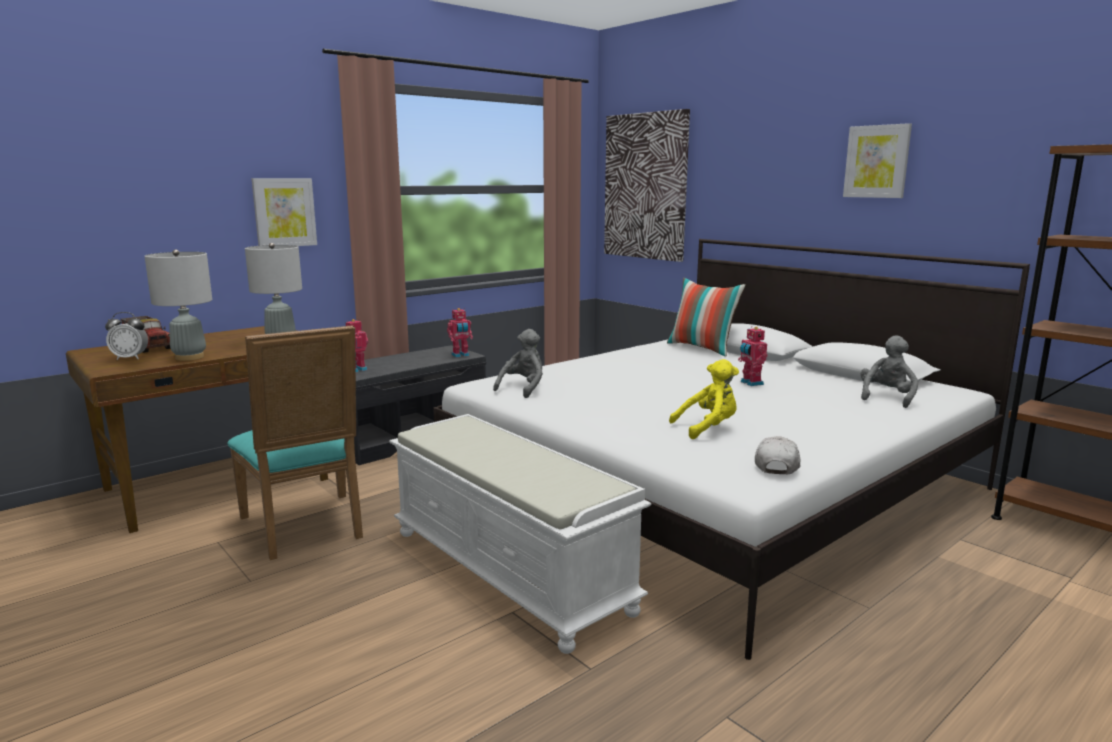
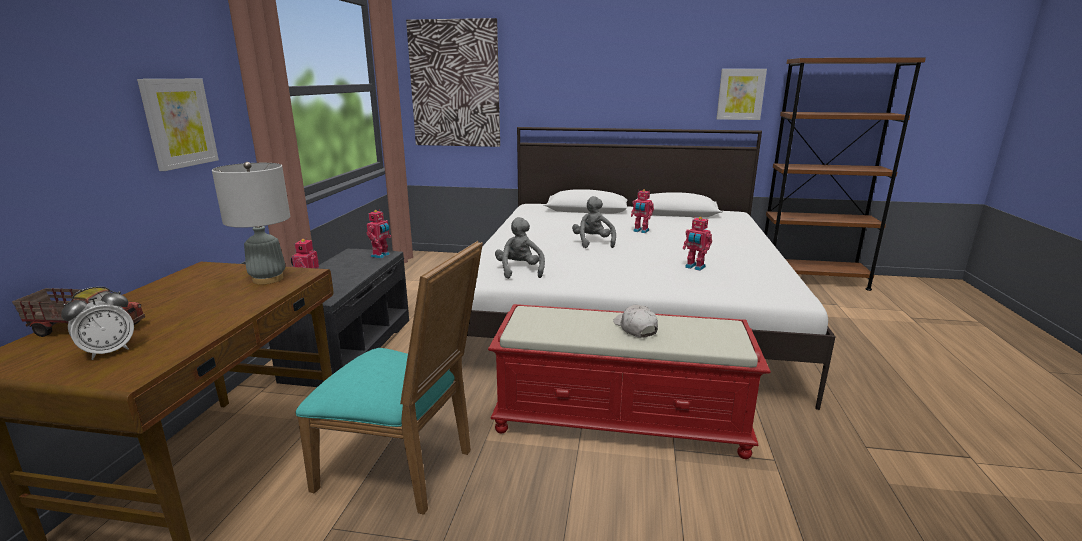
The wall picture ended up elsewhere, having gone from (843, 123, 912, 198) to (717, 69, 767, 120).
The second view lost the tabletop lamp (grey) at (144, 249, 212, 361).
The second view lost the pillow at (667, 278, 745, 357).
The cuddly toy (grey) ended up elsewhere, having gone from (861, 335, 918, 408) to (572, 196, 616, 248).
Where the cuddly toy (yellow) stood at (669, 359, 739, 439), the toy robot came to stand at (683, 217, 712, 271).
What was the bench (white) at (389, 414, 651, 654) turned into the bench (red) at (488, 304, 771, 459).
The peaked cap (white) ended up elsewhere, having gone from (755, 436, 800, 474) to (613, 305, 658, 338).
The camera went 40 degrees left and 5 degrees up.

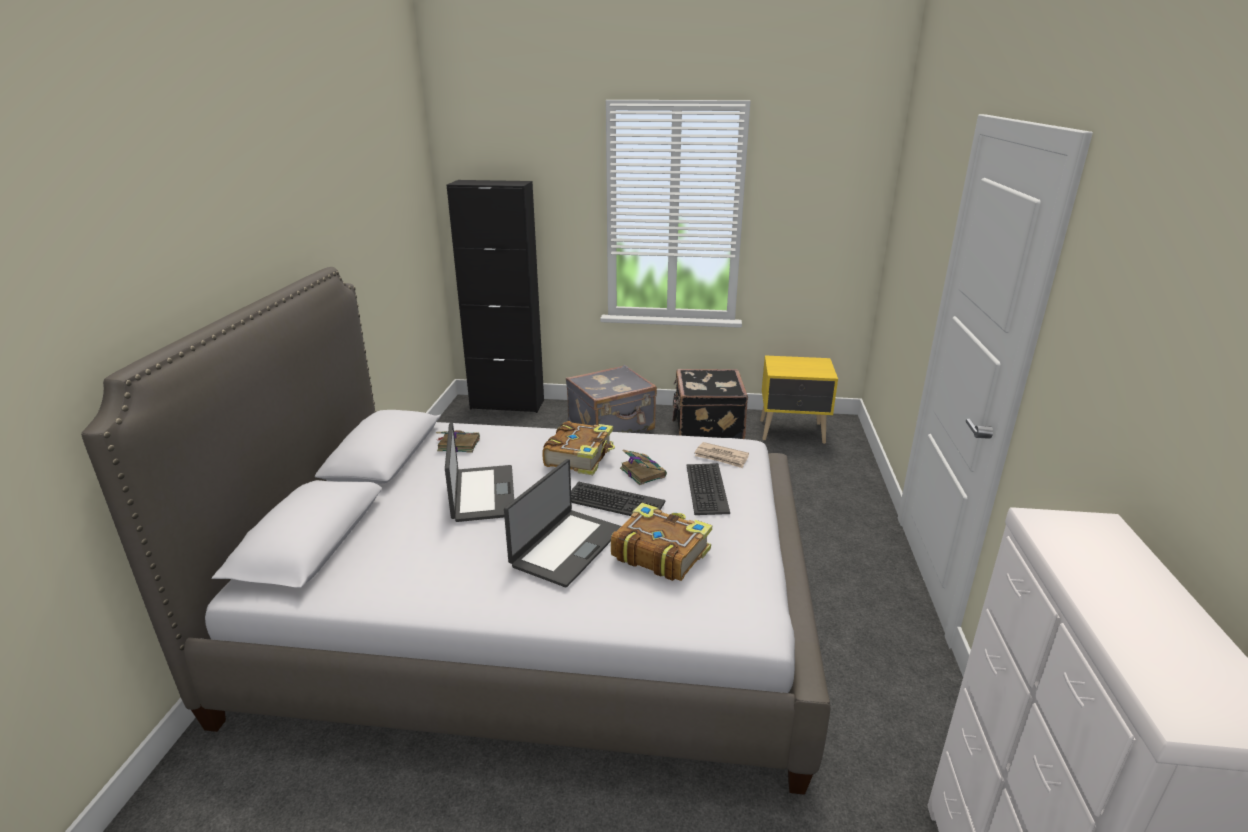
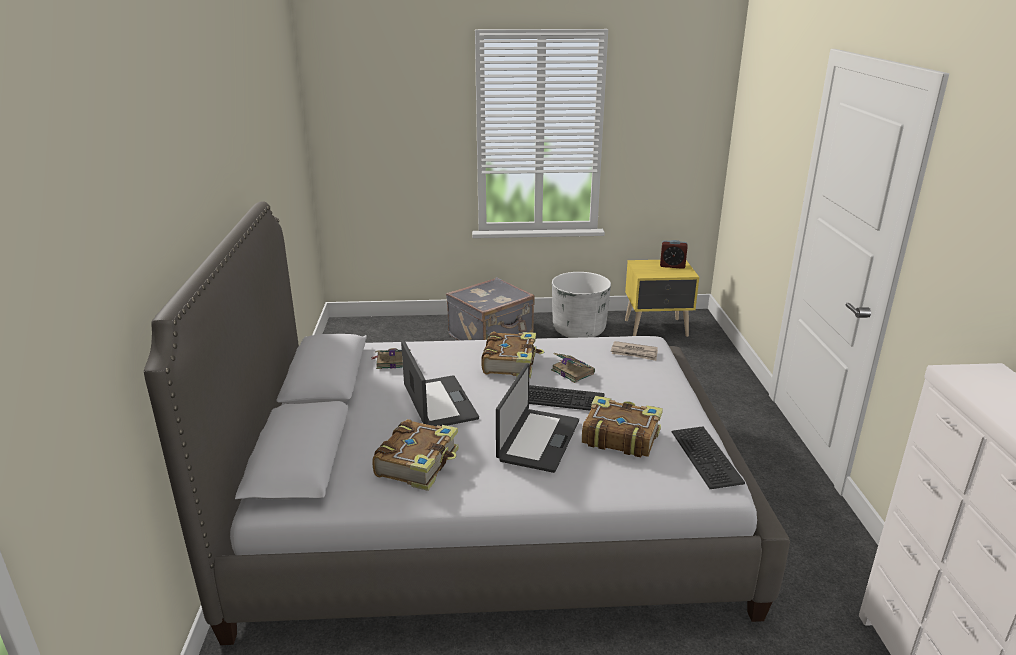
The second view lost the storage cabinet (blackish) at (447, 180, 544, 413).
Where the piece of luggage (blackish) stood at (672, 369, 748, 439), the flower pot (white) came to stand at (552, 272, 611, 338).
The computer keyboard ended up elsewhere, having gone from (686, 463, 730, 515) to (672, 426, 745, 489).
The second view gained the alarm clock at (660, 240, 688, 269).
The second view gained the volume at (372, 419, 459, 491).
The camera went 10 degrees left and 0 degrees up.

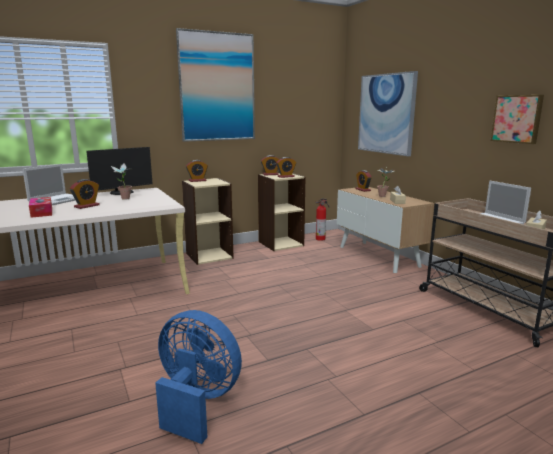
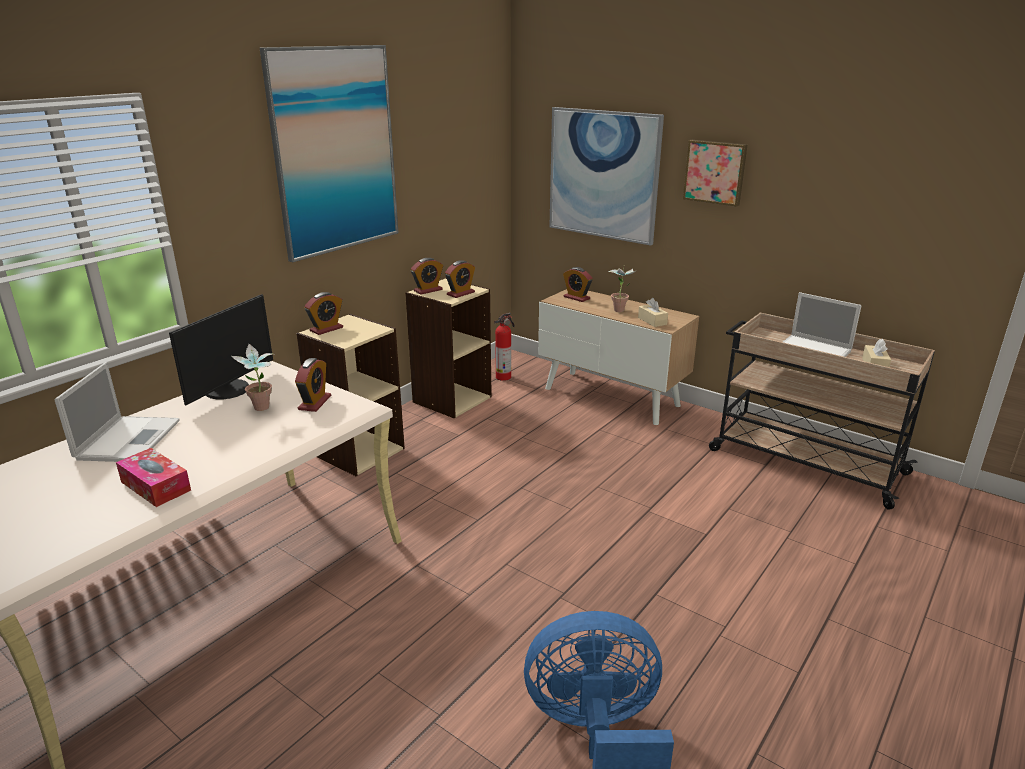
The wall picture ended up elsewhere, having gone from (491, 95, 544, 144) to (683, 140, 747, 207).
The alarm clock ended up elsewhere, having gone from (70, 179, 100, 209) to (295, 358, 331, 412).
The camera went 25 degrees left and 10 degrees up.

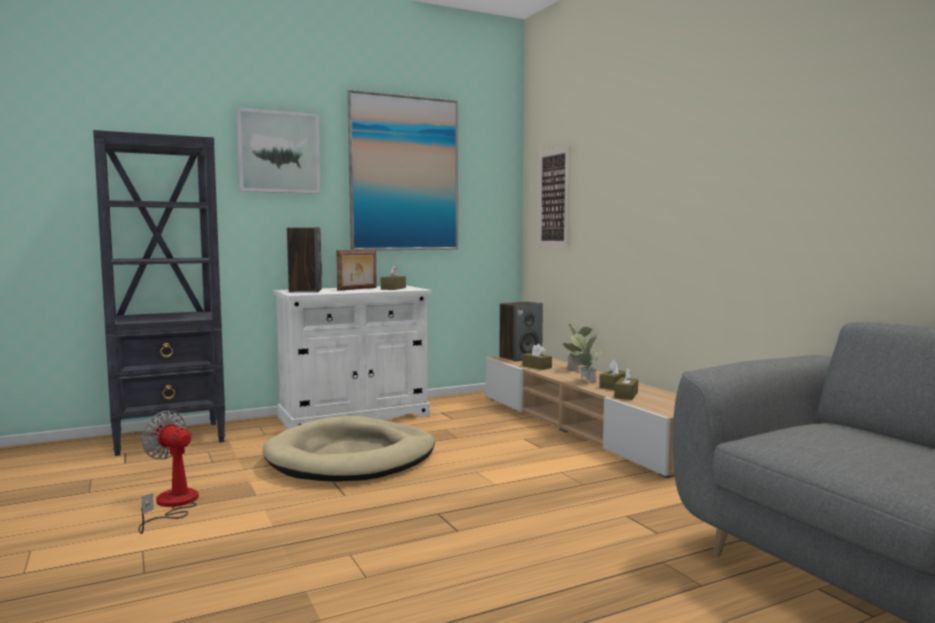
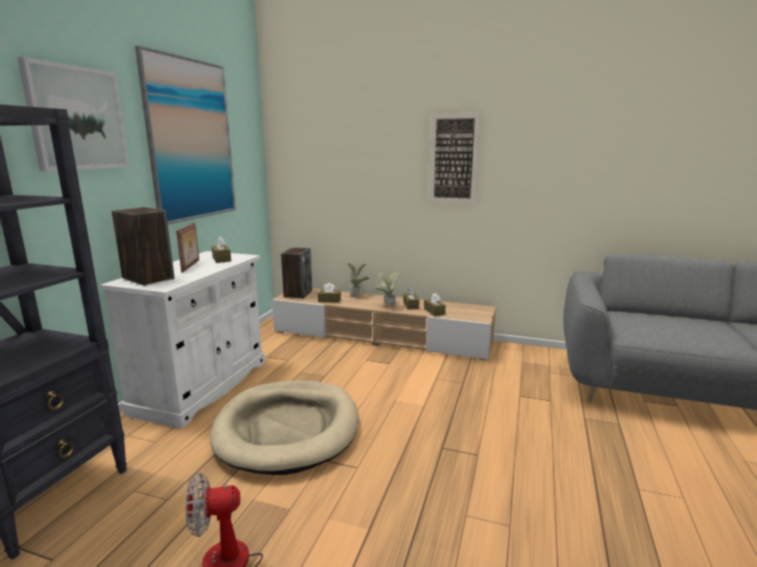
The wall picture ended up elsewhere, having gone from (537, 146, 570, 247) to (428, 112, 481, 204).
The camera went 45 degrees left and 10 degrees up.

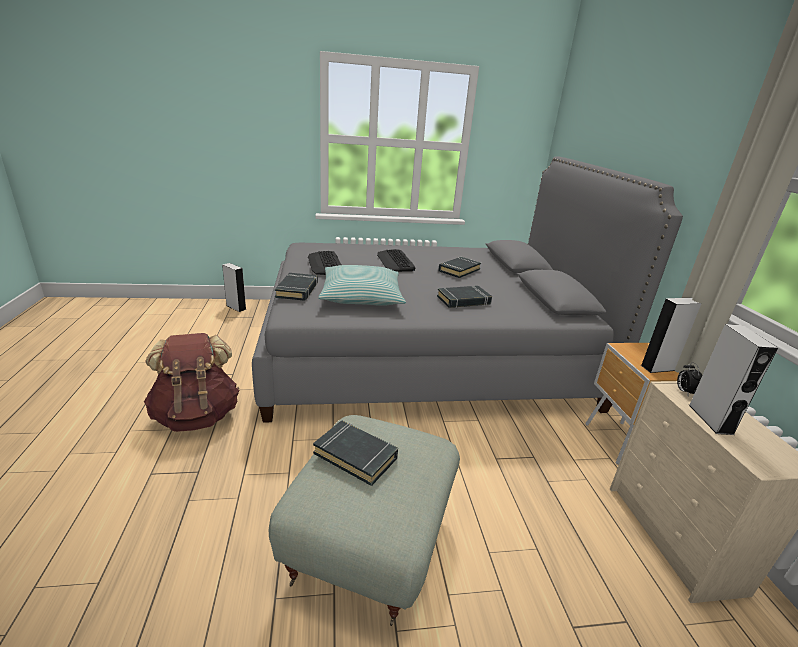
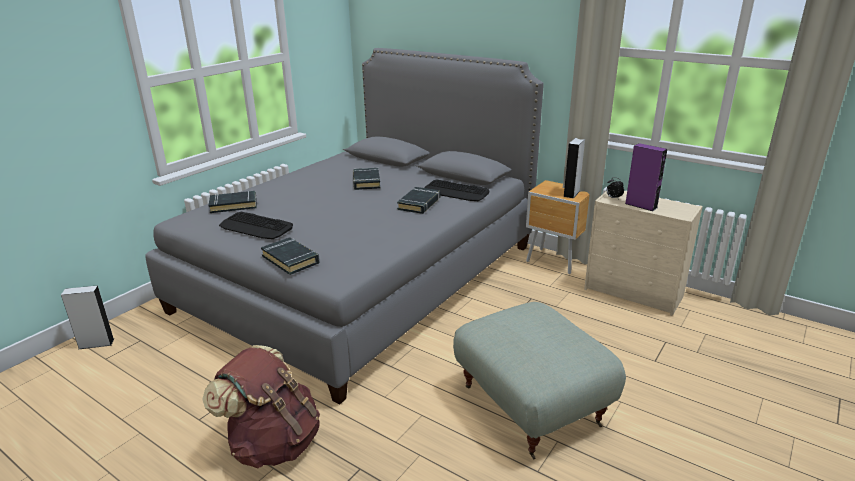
The computer keyboard ended up elsewhere, having gone from (377, 249, 416, 272) to (424, 180, 489, 201).
The second view lost the pillow at (318, 265, 406, 306).
What was the audio speaker (grey) at (689, 324, 778, 435) turned into the audio speaker (purple) at (625, 143, 667, 211).
The volume (blackish) ended up elsewhere, having gone from (313, 421, 398, 486) to (208, 191, 257, 213).
The camera went 45 degrees left and 0 degrees up.

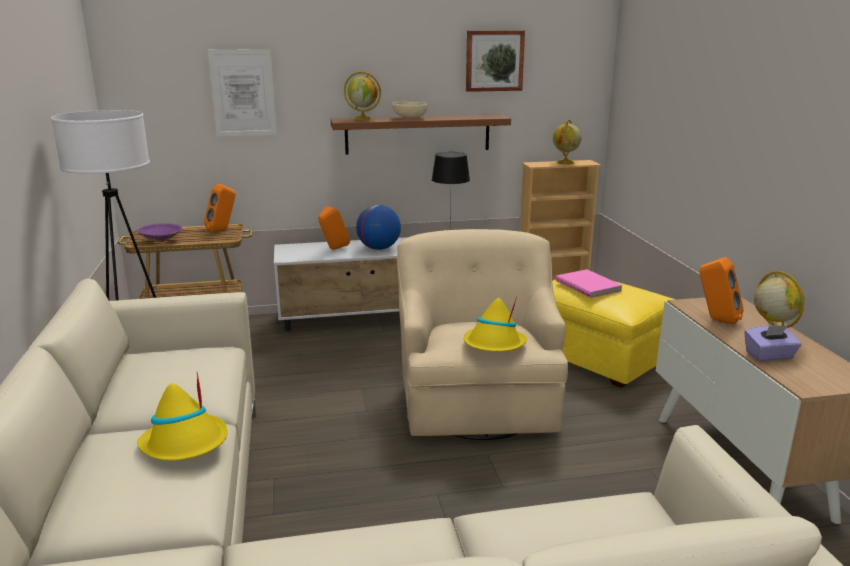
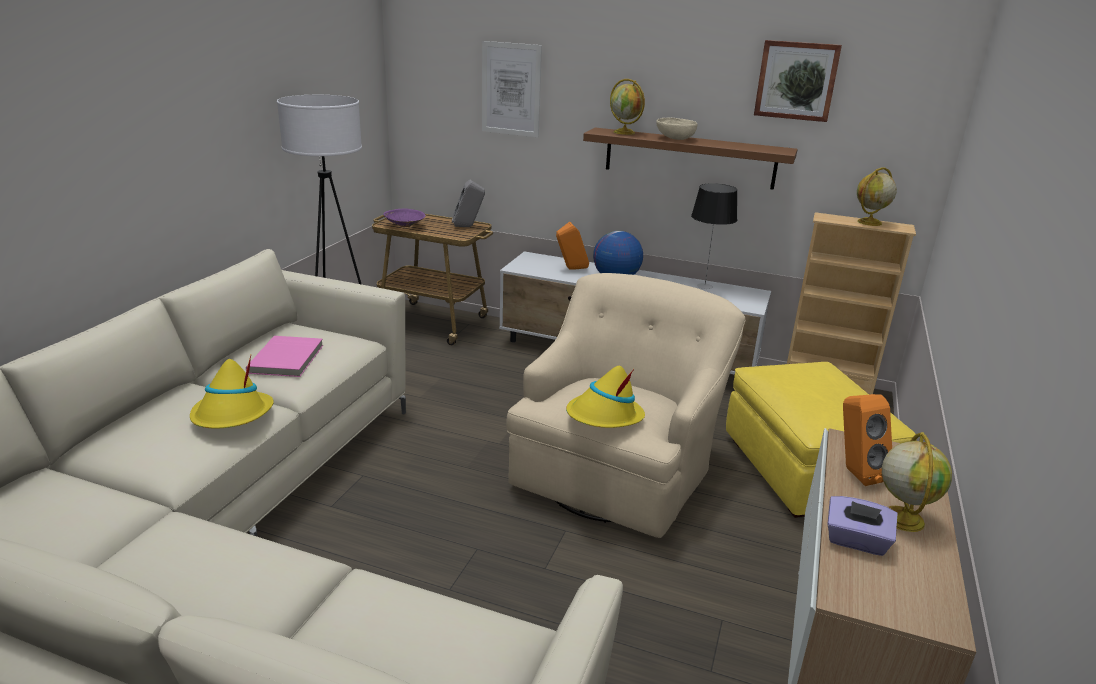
What was the audio speaker (orange-coloured) at (204, 184, 236, 232) turned into the audio speaker (grey) at (452, 180, 485, 227).
The volume (pink-coloured) ended up elsewhere, having gone from (556, 269, 623, 298) to (246, 336, 323, 377).
The camera went 30 degrees right and 5 degrees up.

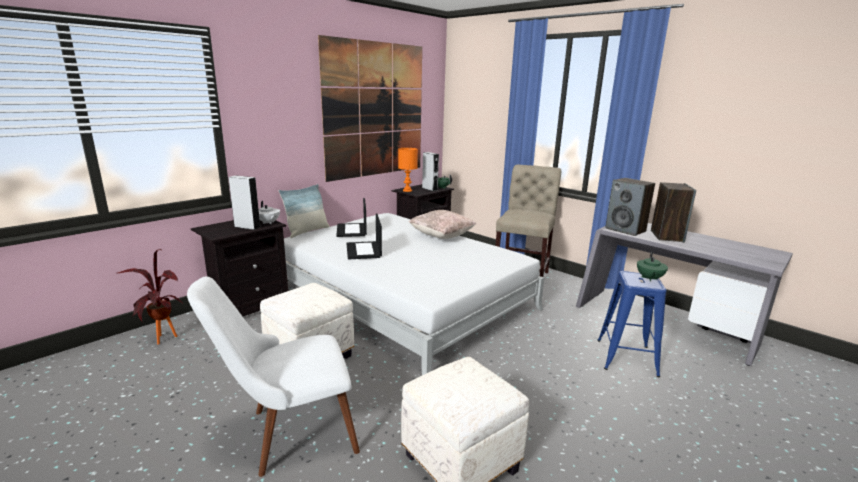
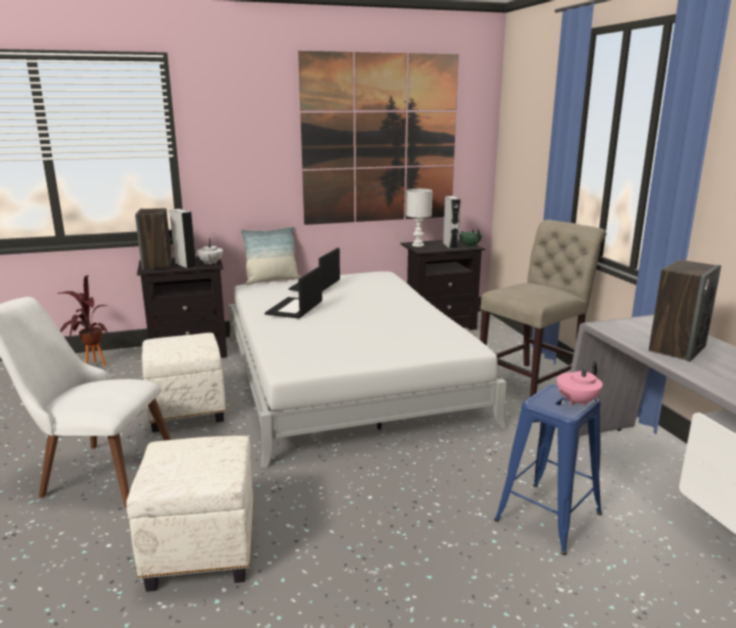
What was the tabletop lamp (orange-coloured) at (398, 148, 418, 192) turned into the tabletop lamp (white) at (406, 189, 433, 247).
The audio speaker ended up elsewhere, having gone from (605, 178, 655, 236) to (135, 208, 172, 270).
The second view lost the pillow (beige-coloured) at (409, 210, 476, 239).
What was the pot for tea (green-coloured) at (637, 251, 668, 281) turned into the pot for tea (pink-coloured) at (557, 361, 603, 406).
The camera went 30 degrees right and 0 degrees up.

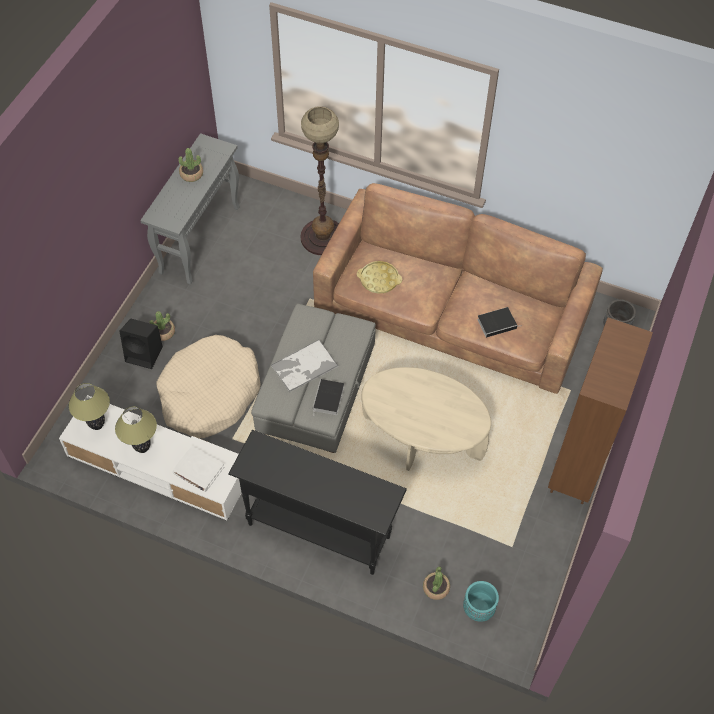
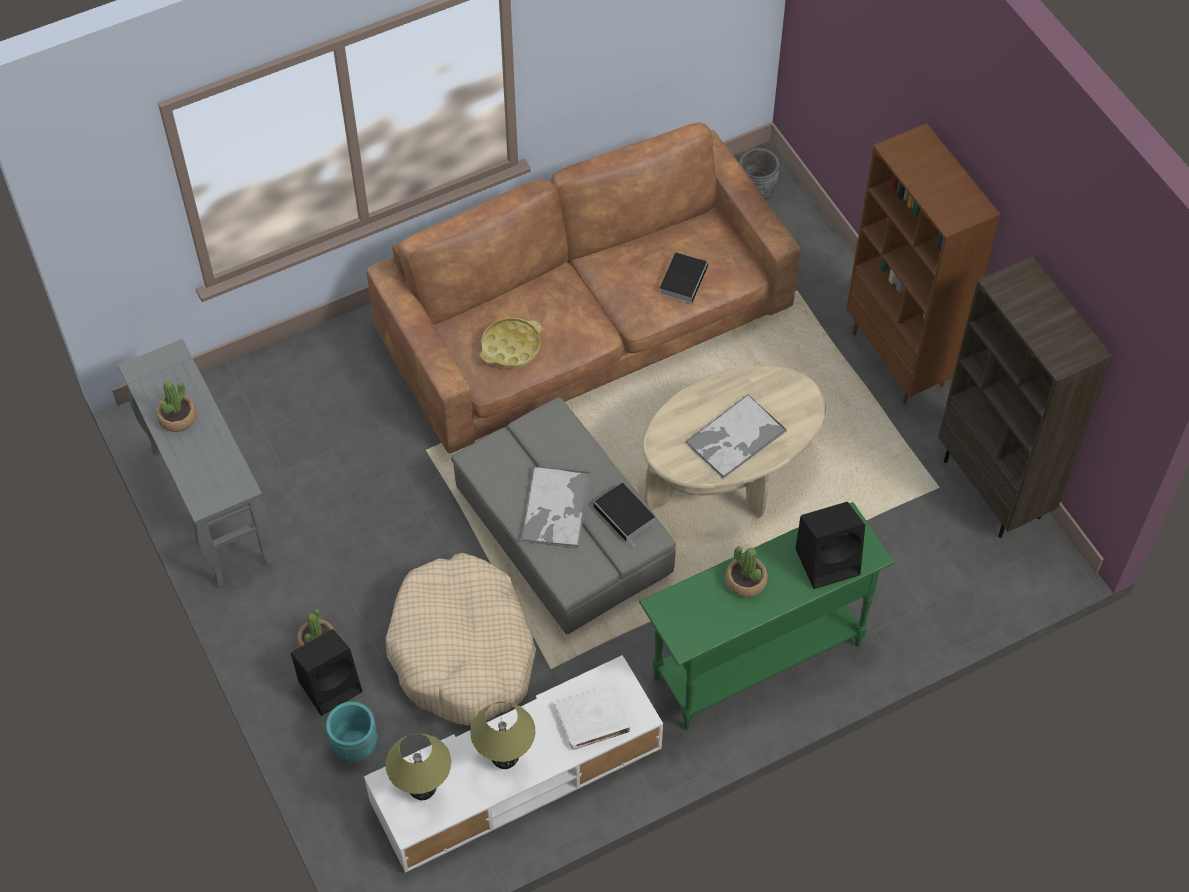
The second view lost the standing lamp at (301, 106, 339, 255).
What was the narrow table (blackish) at (228, 430, 407, 575) turned into the narrow table (green-coloured) at (639, 502, 895, 730).
The houseplant ended up elsewhere, having gone from (423, 566, 450, 600) to (725, 546, 768, 597).
The flower pot (turquoise-coloured) ended up elsewhere, having gone from (463, 581, 499, 622) to (326, 702, 378, 761).
The second view gained the bookcase (brown) at (938, 256, 1113, 538).
The second view gained the serving tray at (685, 394, 787, 479).
The second view gained the audio speaker (blackish) at (795, 502, 865, 589).
The camera went 50 degrees left and 0 degrees up.

